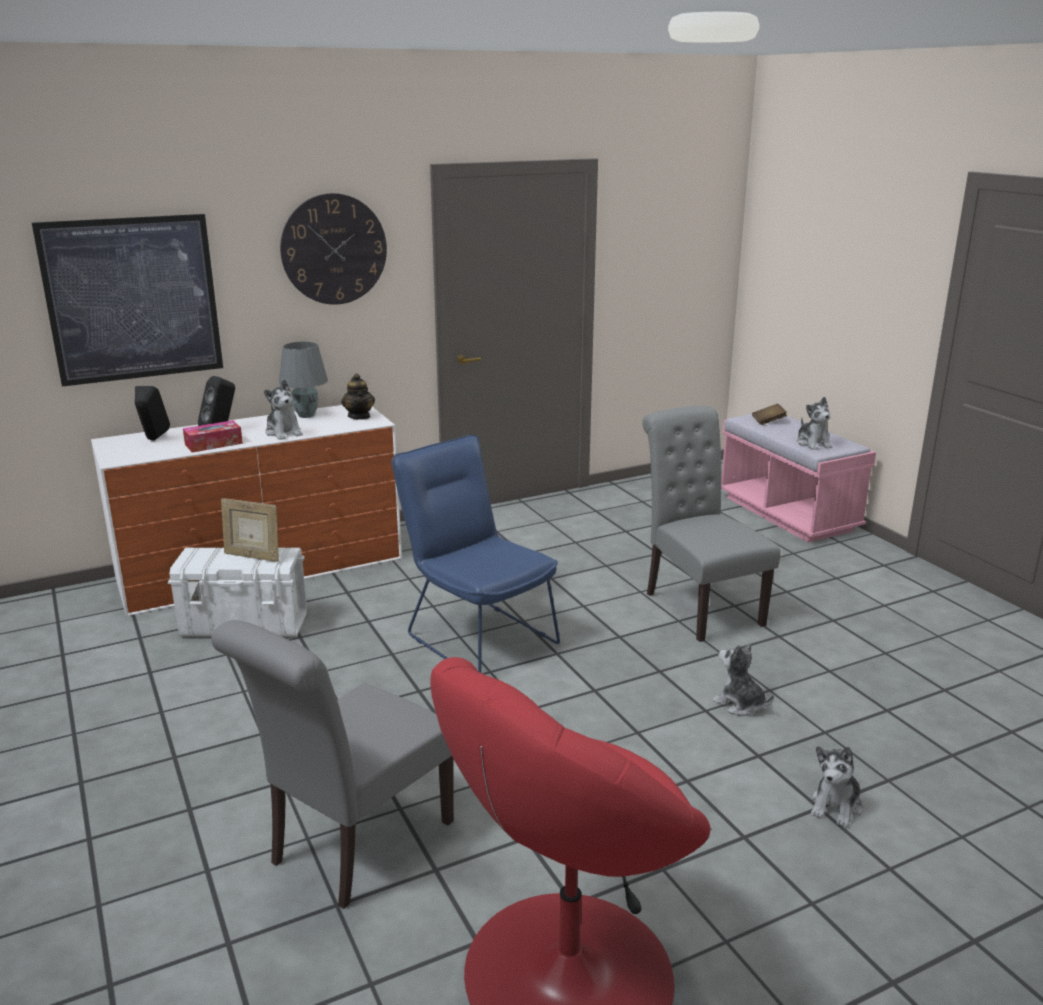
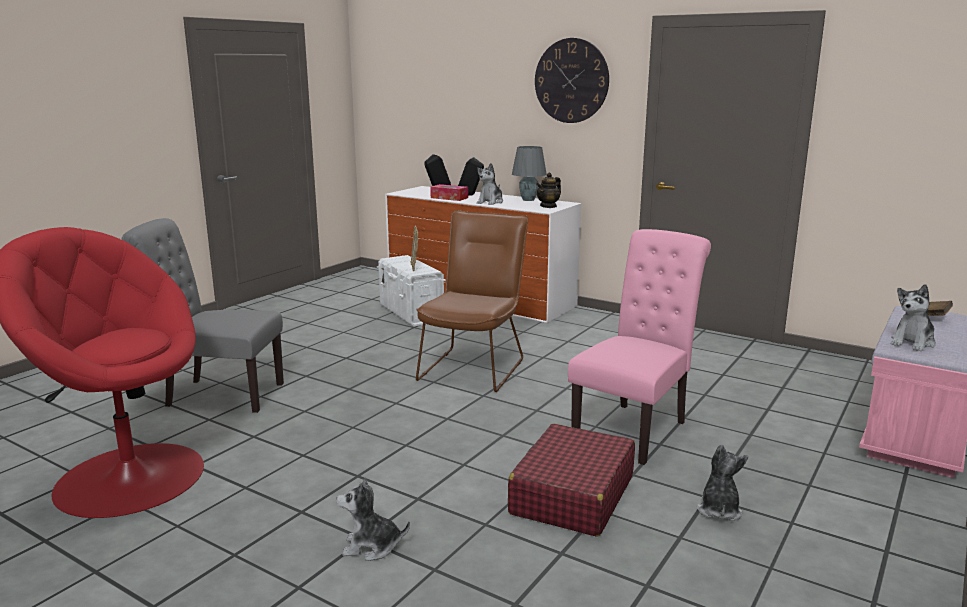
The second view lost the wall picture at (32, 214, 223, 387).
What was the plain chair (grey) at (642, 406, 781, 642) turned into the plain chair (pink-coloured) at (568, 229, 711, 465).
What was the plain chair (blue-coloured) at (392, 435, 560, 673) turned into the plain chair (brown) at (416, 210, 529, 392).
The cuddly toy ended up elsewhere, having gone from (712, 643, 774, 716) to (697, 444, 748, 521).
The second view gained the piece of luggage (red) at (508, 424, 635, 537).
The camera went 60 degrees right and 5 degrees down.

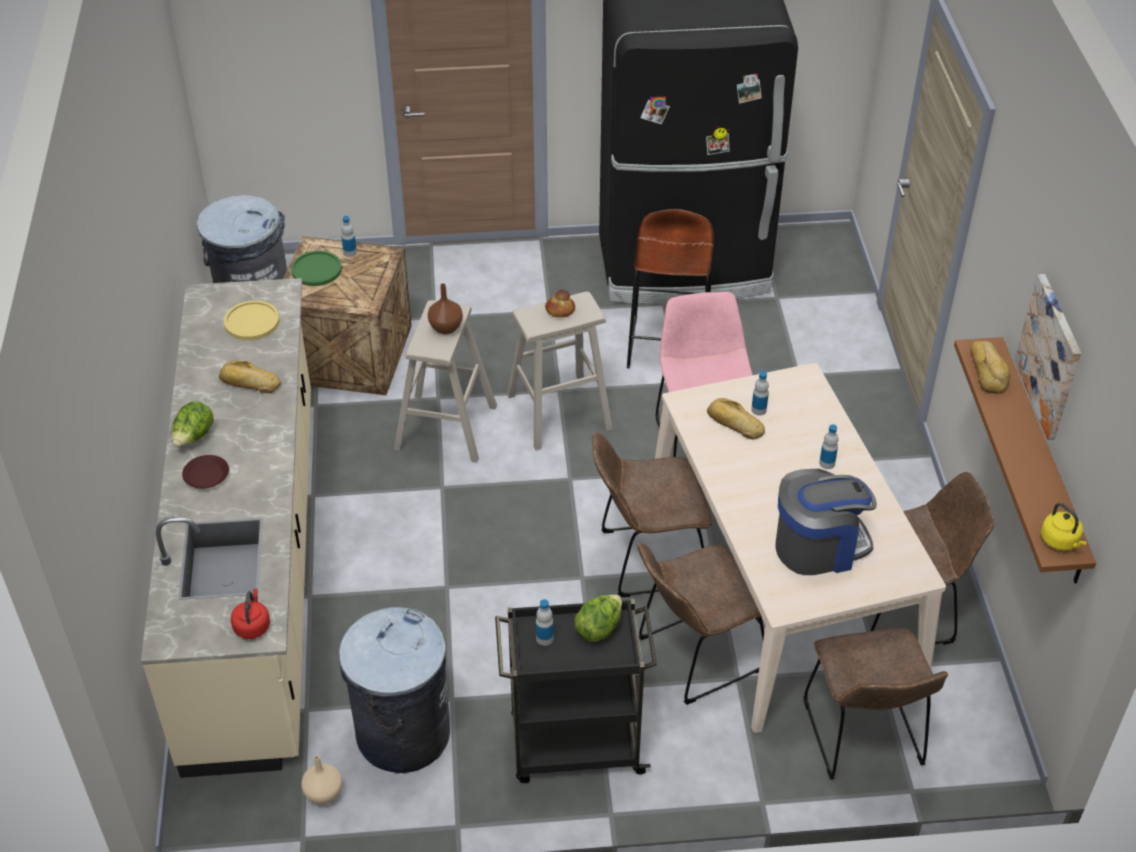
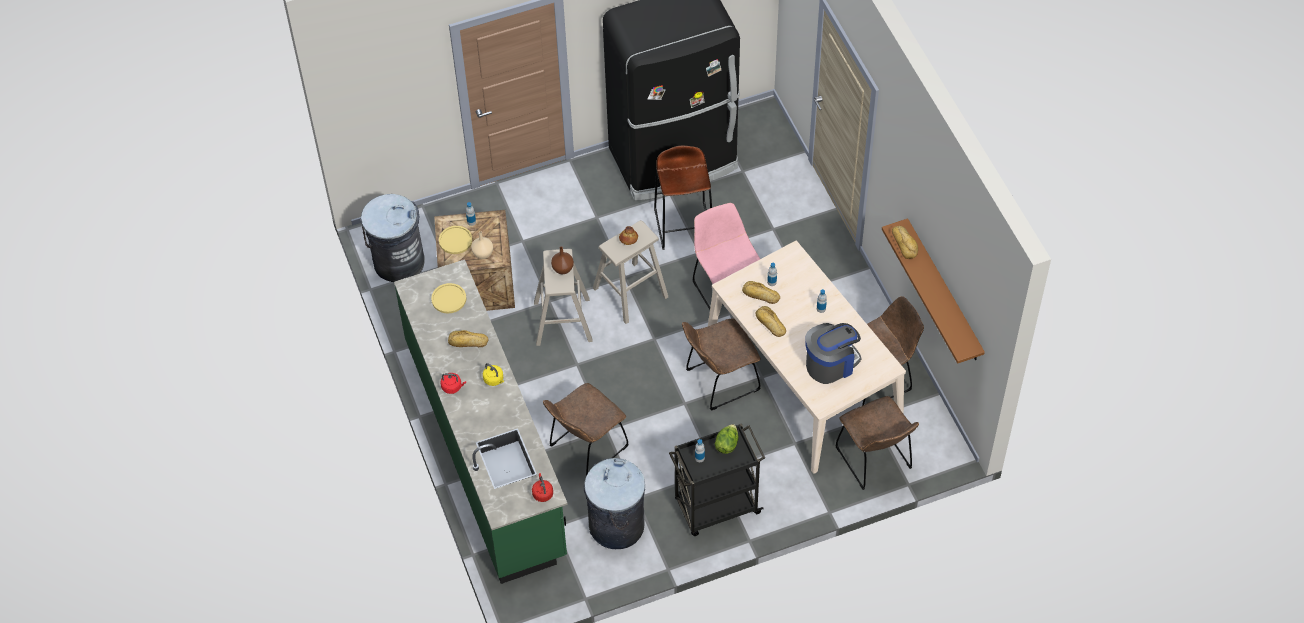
What was the dinner plate (green-coloured) at (291, 251, 342, 286) turned into the dinner plate (yellow) at (439, 226, 472, 254).
The second view lost the wall picture at (1015, 274, 1081, 440).
What was the kitchen base unit (beige-coloured) at (141, 278, 311, 778) turned into the kitchen base unit (green-coloured) at (394, 259, 568, 584).
Where the lettuce stood at (172, 402, 214, 447), the water kettle (red) came to stand at (441, 373, 466, 394).
The second view lost the dinner plate (brown) at (182, 455, 229, 489).
The water kettle (yellow) ended up elsewhere, having gone from (1041, 503, 1087, 551) to (483, 363, 504, 386).
The plain chair (brown) ended up elsewhere, having gone from (637, 543, 764, 705) to (543, 383, 629, 476).
The decorative vase (beige-coloured) ended up elsewhere, having gone from (301, 755, 342, 805) to (471, 231, 493, 259).
The second view gained the bakery bread at (755, 306, 786, 337).
The camera went 15 degrees left and 10 degrees up.

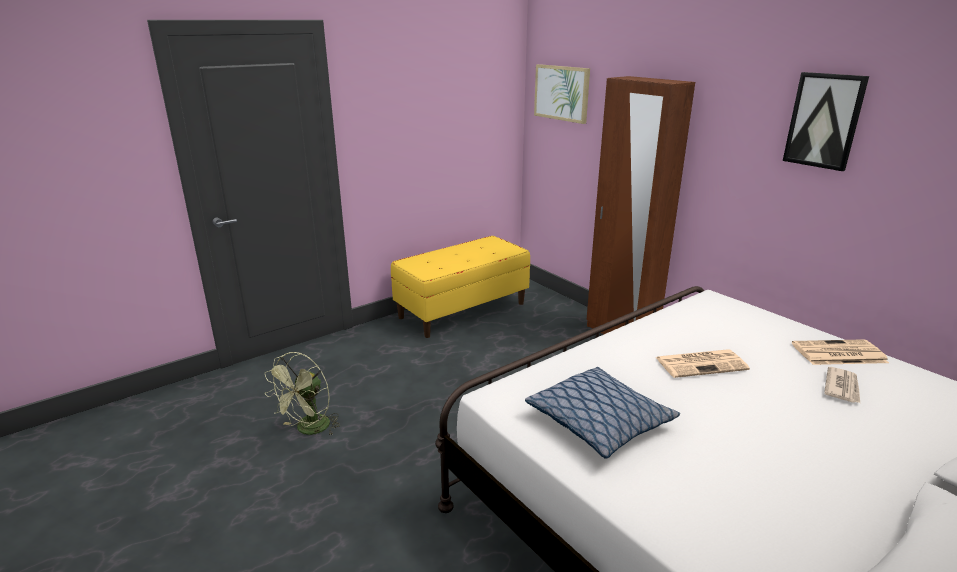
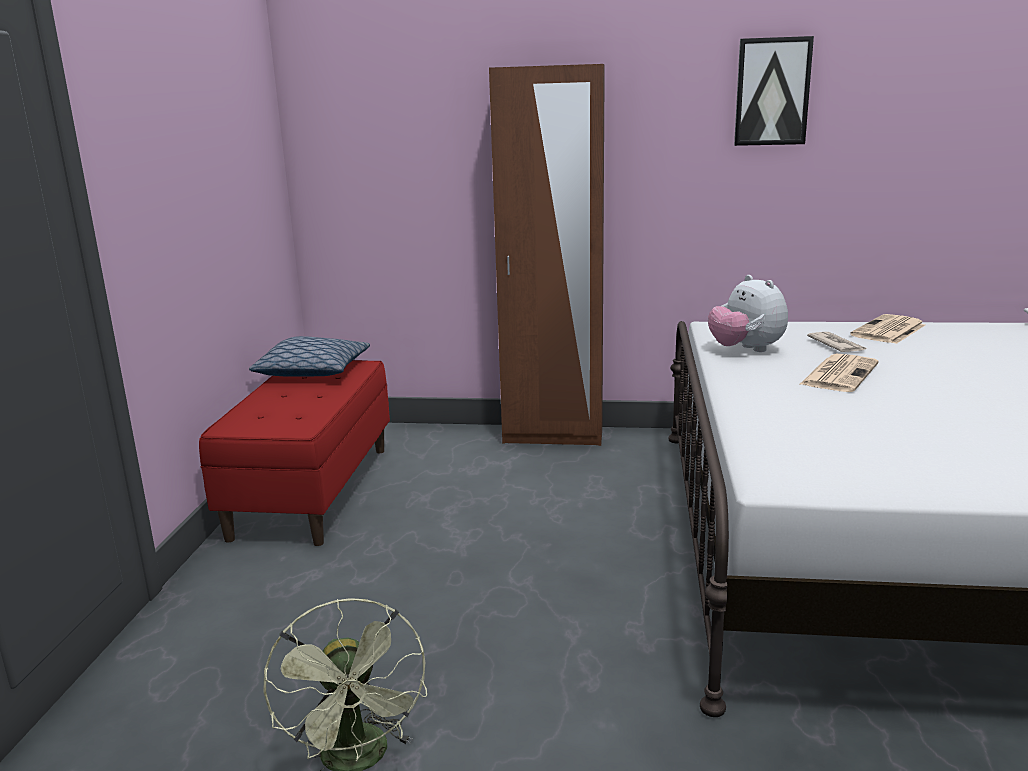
The second view lost the wall picture at (534, 64, 590, 124).
What was the bench (yellow) at (391, 236, 530, 338) turned into the bench (red) at (199, 360, 390, 546).
The pillow ended up elsewhere, having gone from (525, 367, 680, 459) to (249, 336, 370, 377).
The newspaper ended up elsewhere, having gone from (824, 367, 860, 403) to (807, 332, 868, 352).
The second view gained the cuddly toy at (708, 275, 788, 352).
The camera went 45 degrees left and 5 degrees down.

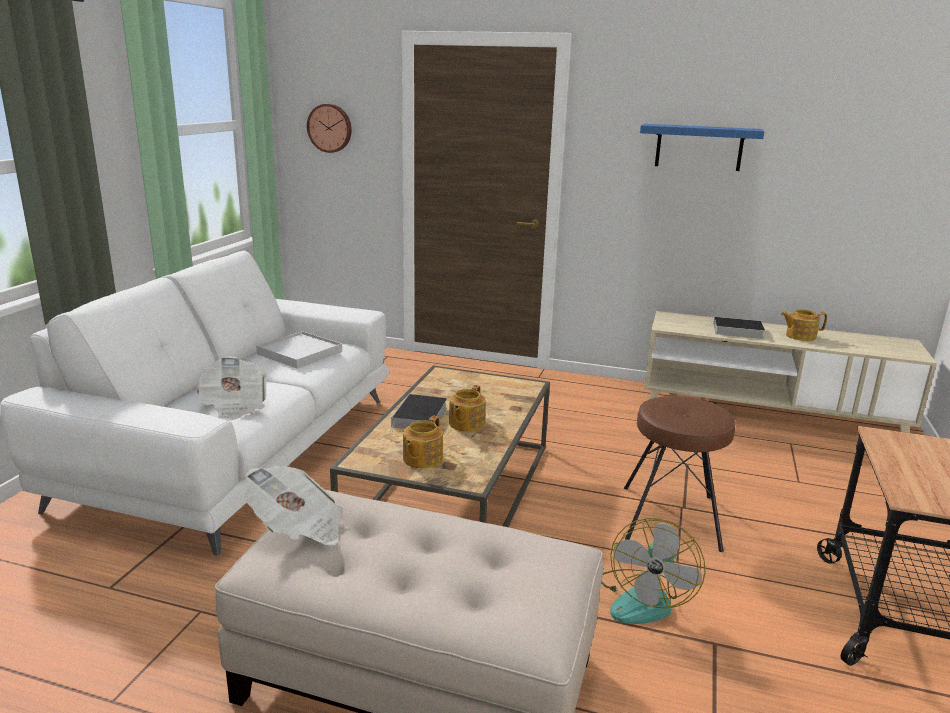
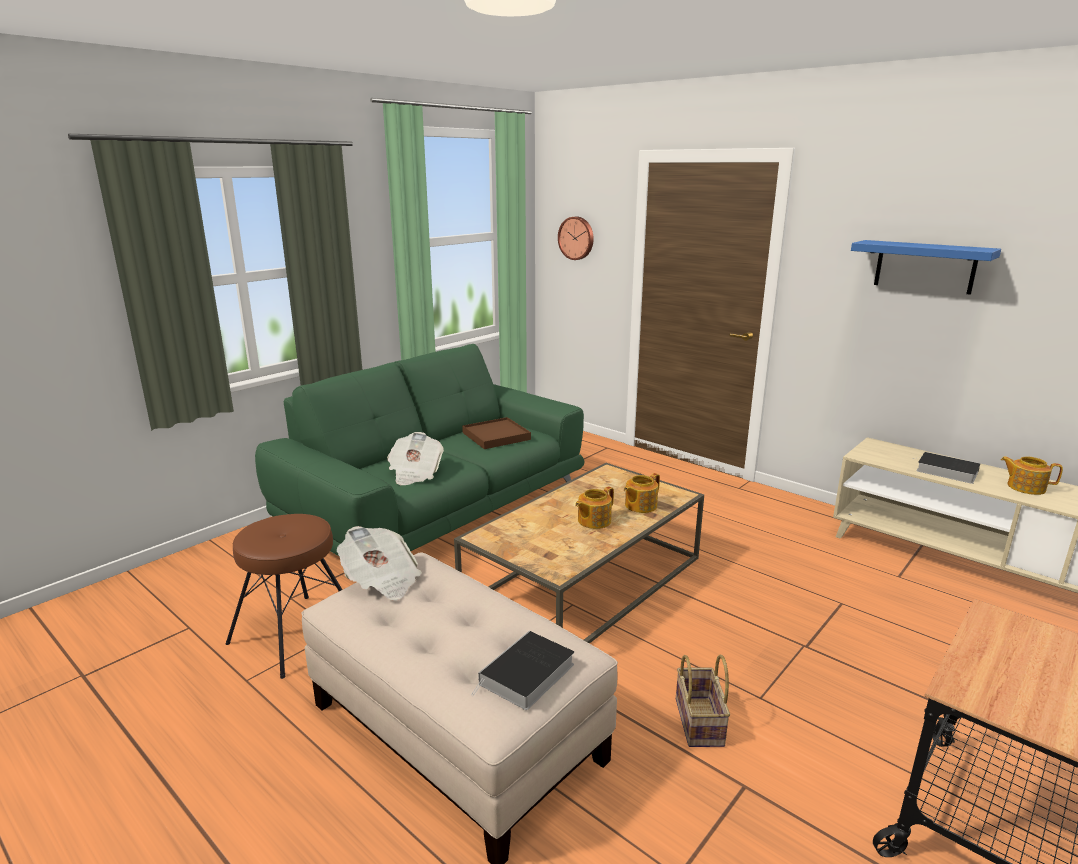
What was the settee (white) at (0, 250, 390, 556) turned into the settee (green-coloured) at (255, 344, 585, 557).
What was the serving tray (white) at (256, 331, 342, 369) turned into the serving tray (brown) at (462, 417, 531, 449).
The volume ended up elsewhere, having gone from (390, 394, 447, 432) to (471, 631, 574, 710).
The sitting stool (brown) ended up elsewhere, having gone from (624, 396, 736, 552) to (226, 514, 342, 679).
The pot for tea ended up elsewhere, having gone from (403, 416, 443, 468) to (624, 473, 660, 513).
Where the electric fan stood at (601, 518, 706, 624), the storage basket came to stand at (676, 655, 730, 747).
The camera went 25 degrees right and 0 degrees up.

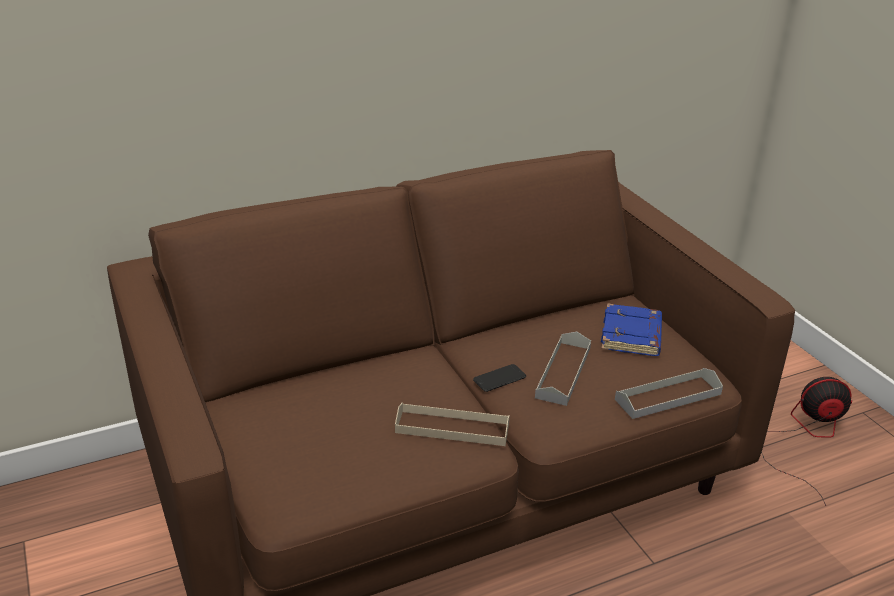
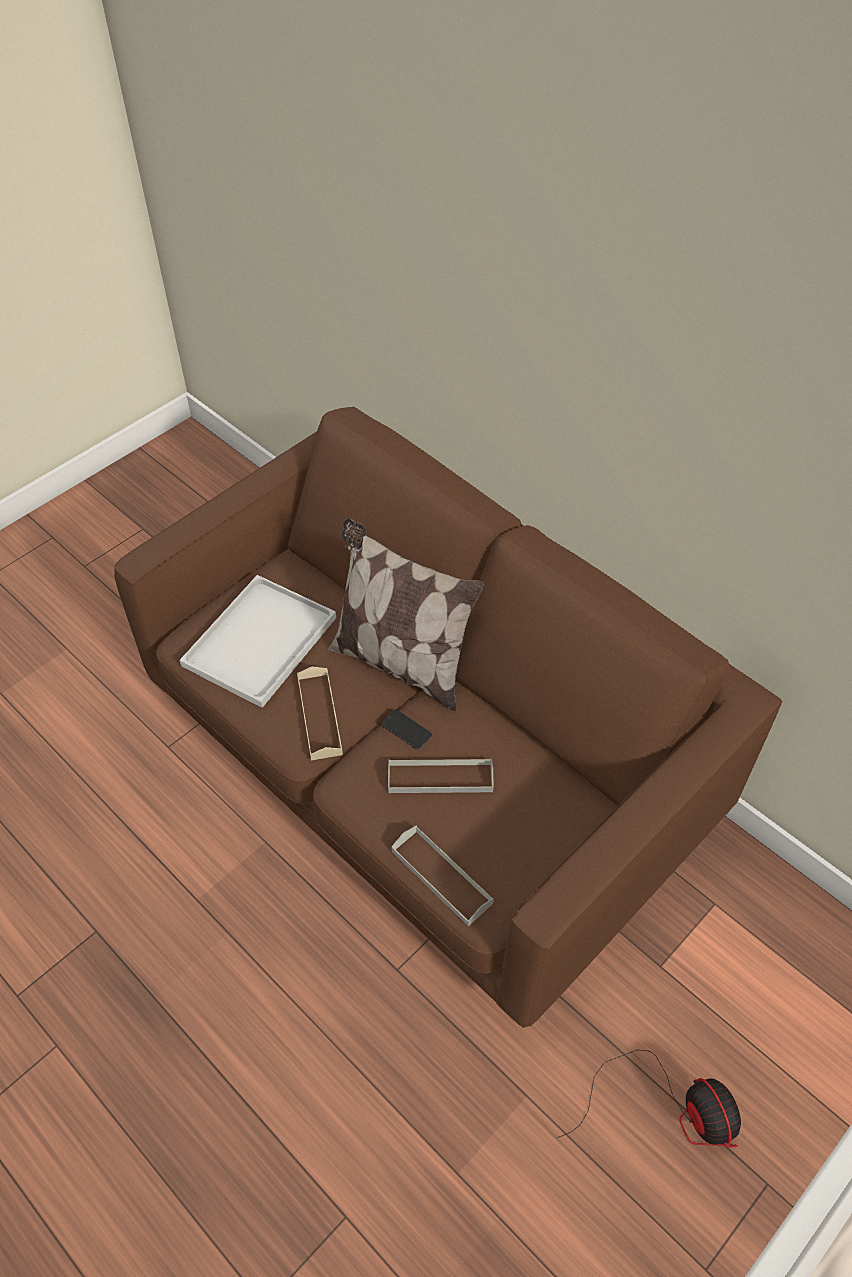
The second view lost the volume (blue-coloured) at (601, 303, 662, 356).
The second view gained the pillow at (329, 518, 484, 711).
The second view gained the serving tray (white) at (180, 575, 336, 708).
The camera went 70 degrees right and 20 degrees up.

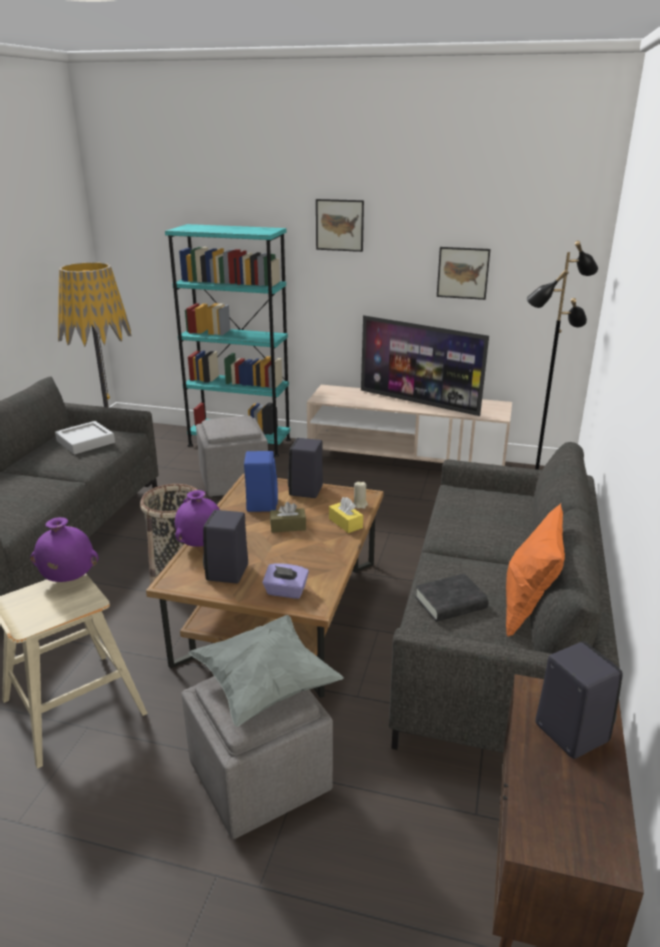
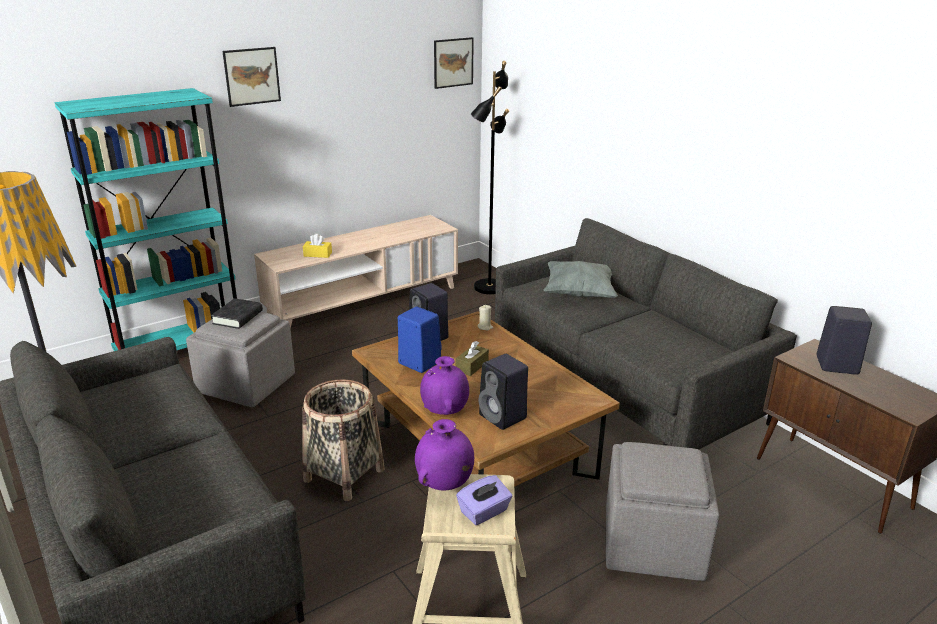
The wall picture ended up elsewhere, having gone from (437, 247, 490, 300) to (434, 37, 474, 89).
The second view lost the TV set at (361, 315, 489, 416).
The second view lost the serving tray (grey) at (55, 421, 115, 454).
The tissue holder (yellow) ended up elsewhere, having gone from (329, 497, 363, 533) to (303, 234, 332, 258).
The second view lost the pillow (orange-coloured) at (506, 504, 565, 636).
The tissue holder (purple) ended up elsewhere, having gone from (262, 563, 309, 599) to (456, 475, 513, 525).
The volume (blackish) ended up elsewhere, having gone from (415, 574, 489, 622) to (211, 298, 263, 329).
The pillow (grey) ended up elsewhere, having gone from (189, 615, 344, 727) to (543, 261, 618, 298).
The camera went 50 degrees left and 0 degrees up.

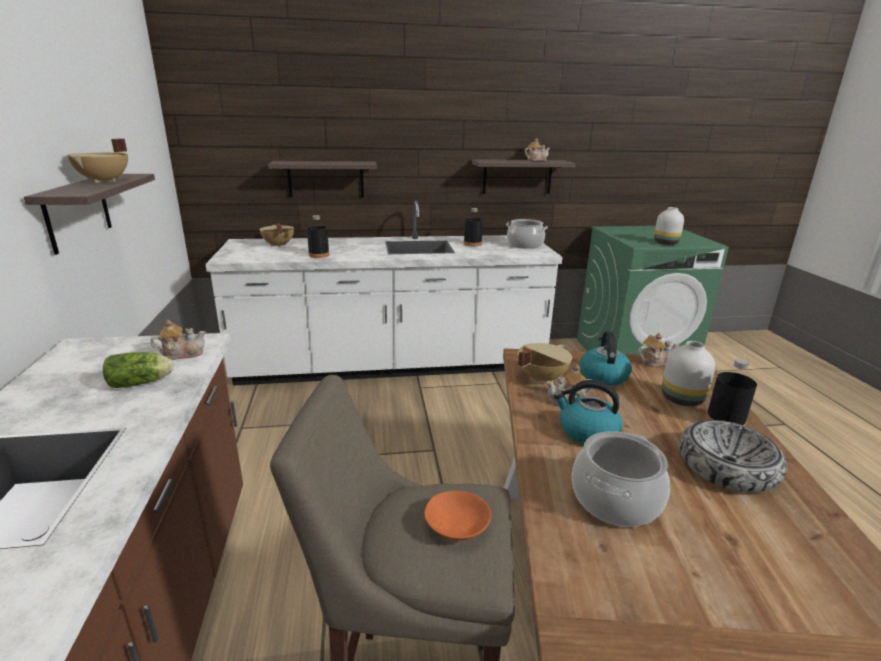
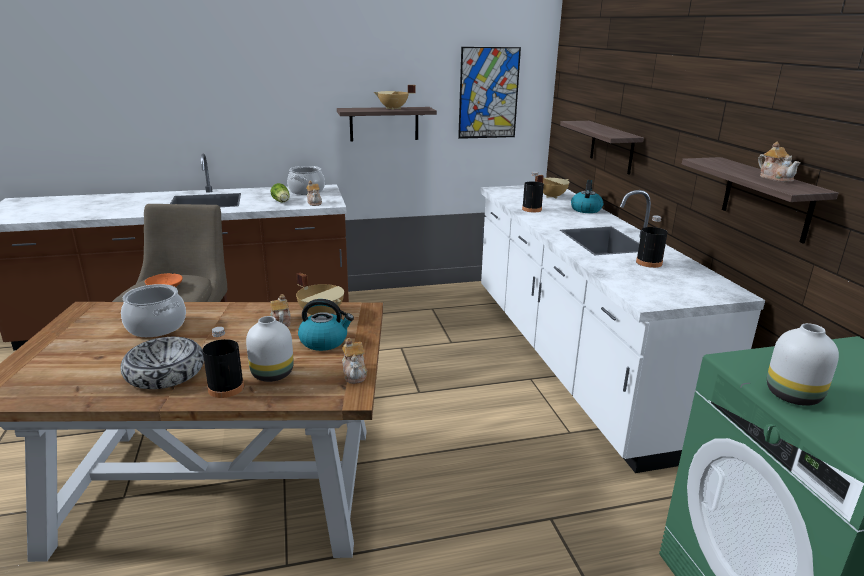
The cooking pot ended up elsewhere, having gone from (506, 219, 548, 249) to (287, 166, 325, 195).
The water kettle ended up elsewhere, having gone from (554, 380, 622, 444) to (571, 180, 603, 213).
The second view gained the wall picture at (458, 47, 521, 139).
The camera went 85 degrees right and 0 degrees up.

